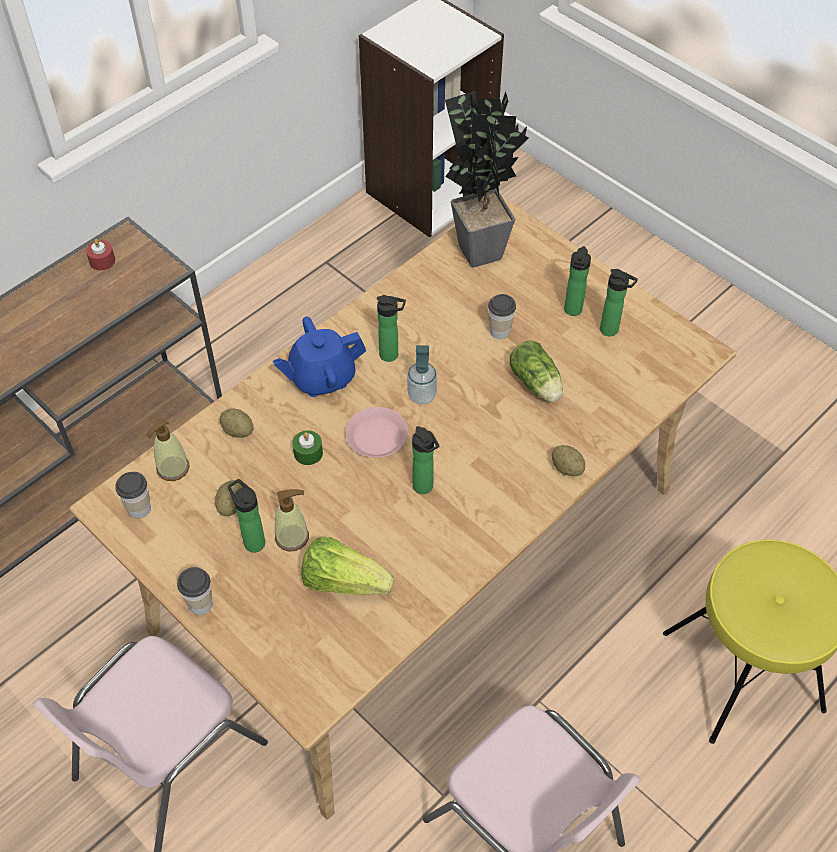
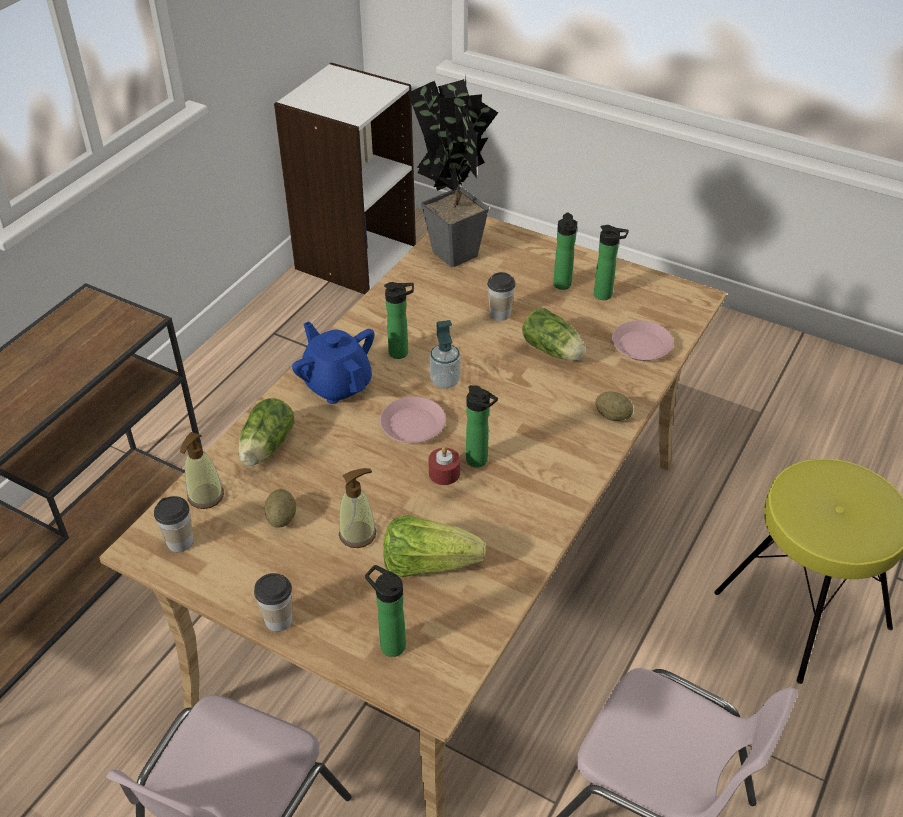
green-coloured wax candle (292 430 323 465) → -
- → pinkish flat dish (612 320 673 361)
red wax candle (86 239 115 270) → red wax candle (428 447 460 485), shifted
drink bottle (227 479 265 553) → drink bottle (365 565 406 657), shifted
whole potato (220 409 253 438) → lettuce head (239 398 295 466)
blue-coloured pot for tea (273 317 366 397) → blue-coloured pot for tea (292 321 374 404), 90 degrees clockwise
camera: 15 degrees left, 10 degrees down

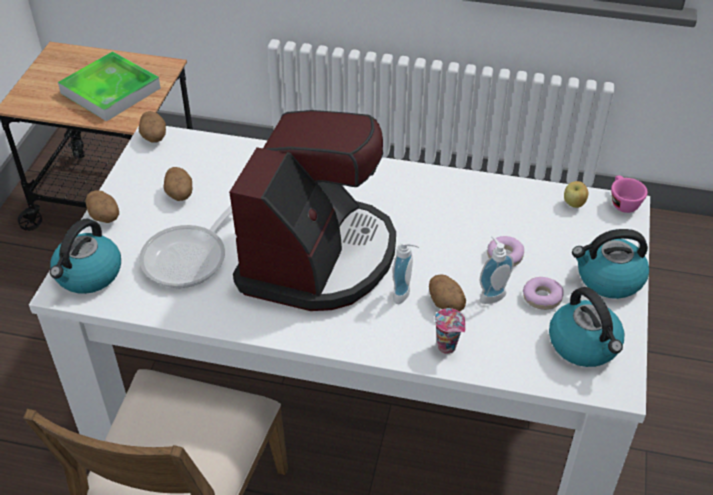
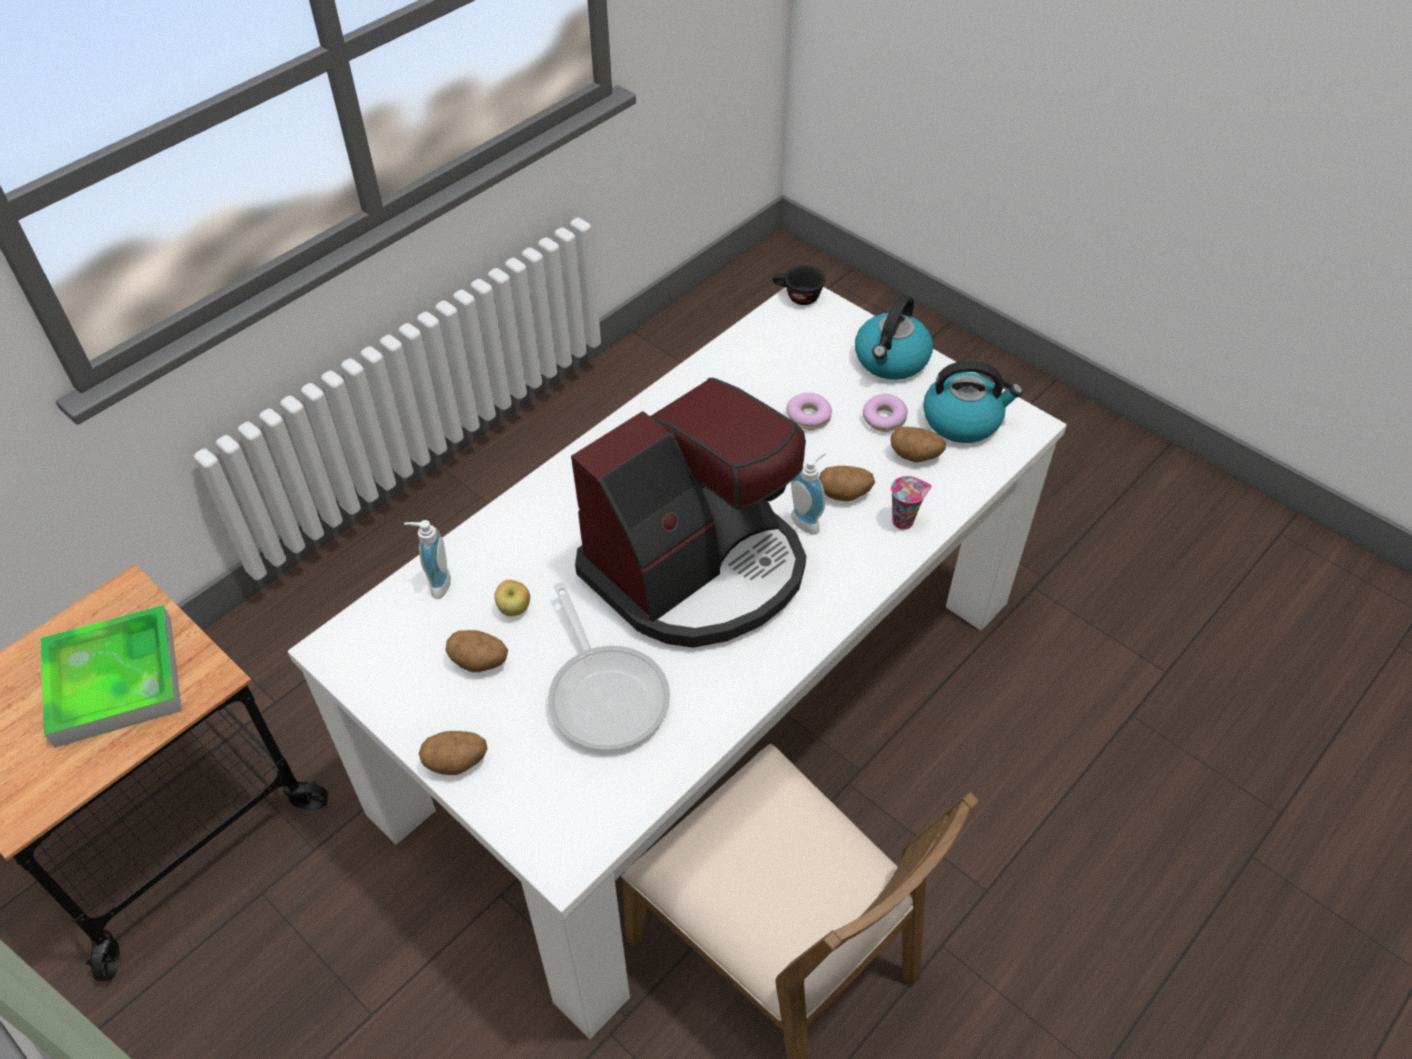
kettle (50 219 121 294) → -
whole potato (139 111 166 143) → whole potato (891 427 946 462), shifted
soap bottle (480 235 514 304) → soap bottle (404 520 451 599), shifted
apple (564 181 589 208) → apple (494 580 530 616), shifted
pinkish drinking cup (611 175 648 213) → blackish drinking cup (773 265 825 305)
coffee machine (229 110 396 311) → coffee machine (571 378 806 648), 90 degrees clockwise
camera: 60 degrees left, 5 degrees up

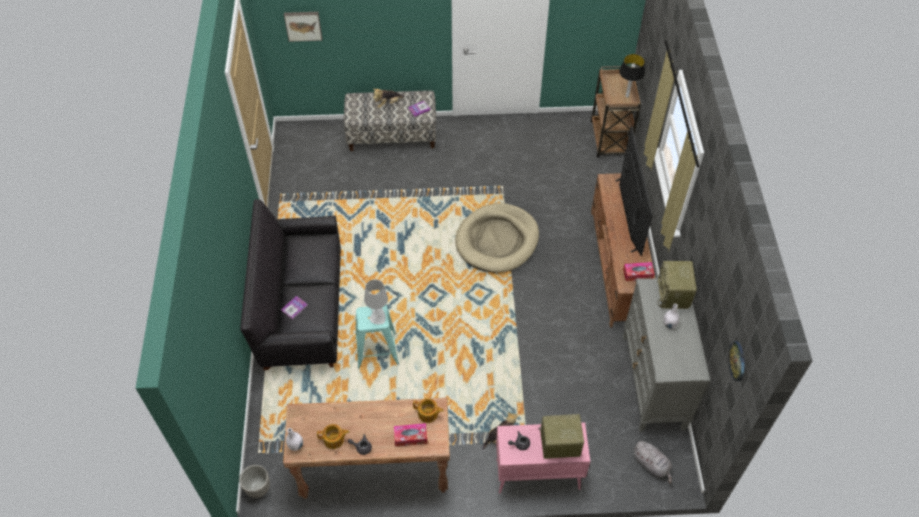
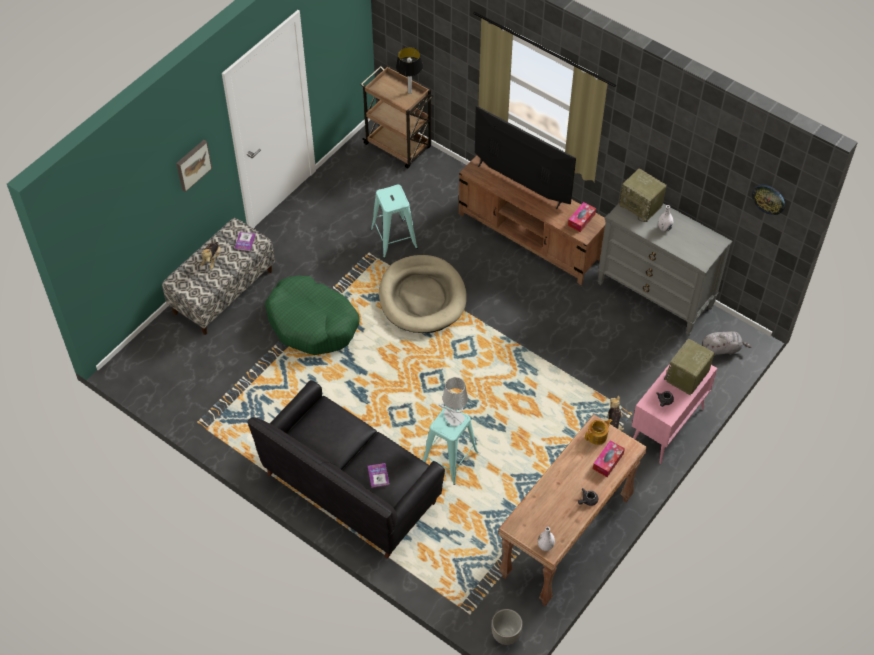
pot for tea (317 424 349 449) → -
- → green-coloured dog cushion (265 276 360 355)
- → blue-green sitting stool (371 185 418 258)
picture (284 12 322 42) → picture (176 140 212 192), shifted
camera: 50 degrees left, 0 degrees up

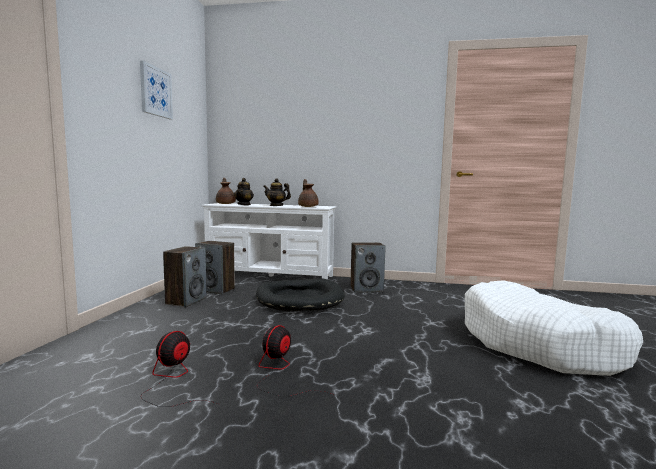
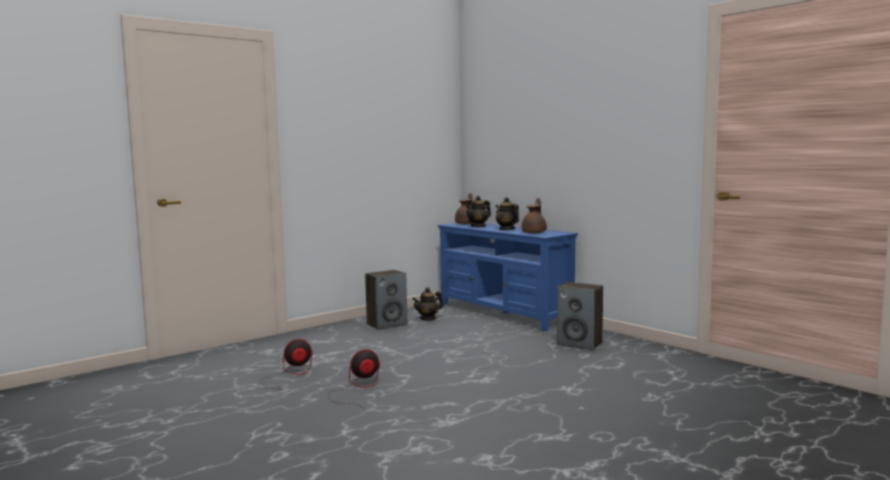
picture (140 61 173 119) → -
blackish dog cushion (256 278 345 311) → -
whitish dog cushion (465 280 643 376) → -
audio speaker (195 241 235 294) → pot for tea (412 287 444 321)
whitish media console (201 203 336 280) → blue-coloured media console (438 223 578 331)
camera: 40 degrees right, 0 degrees up

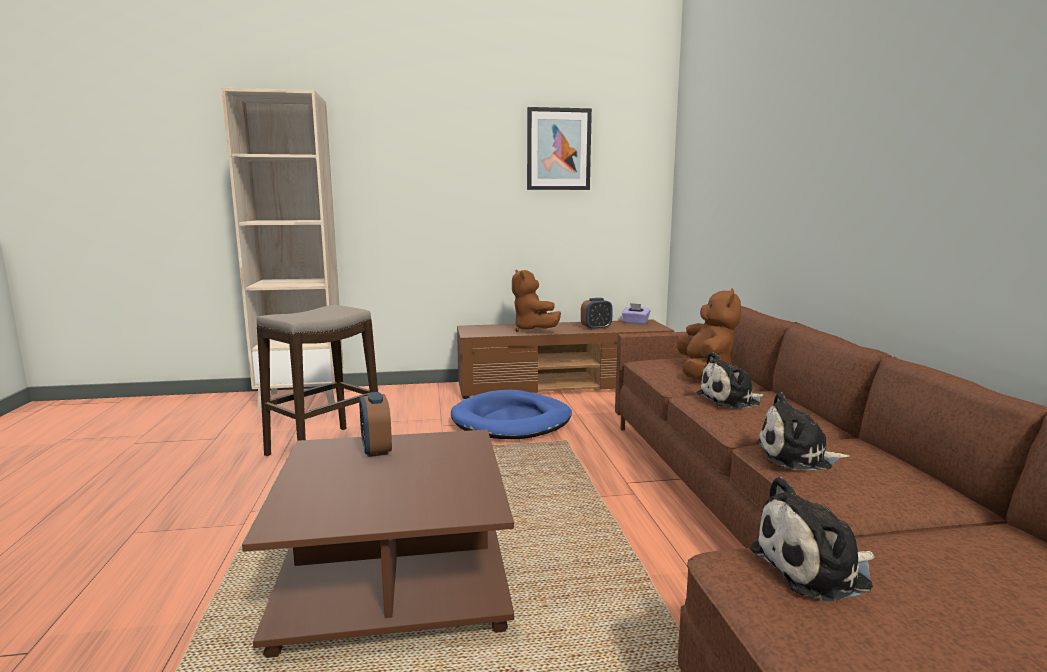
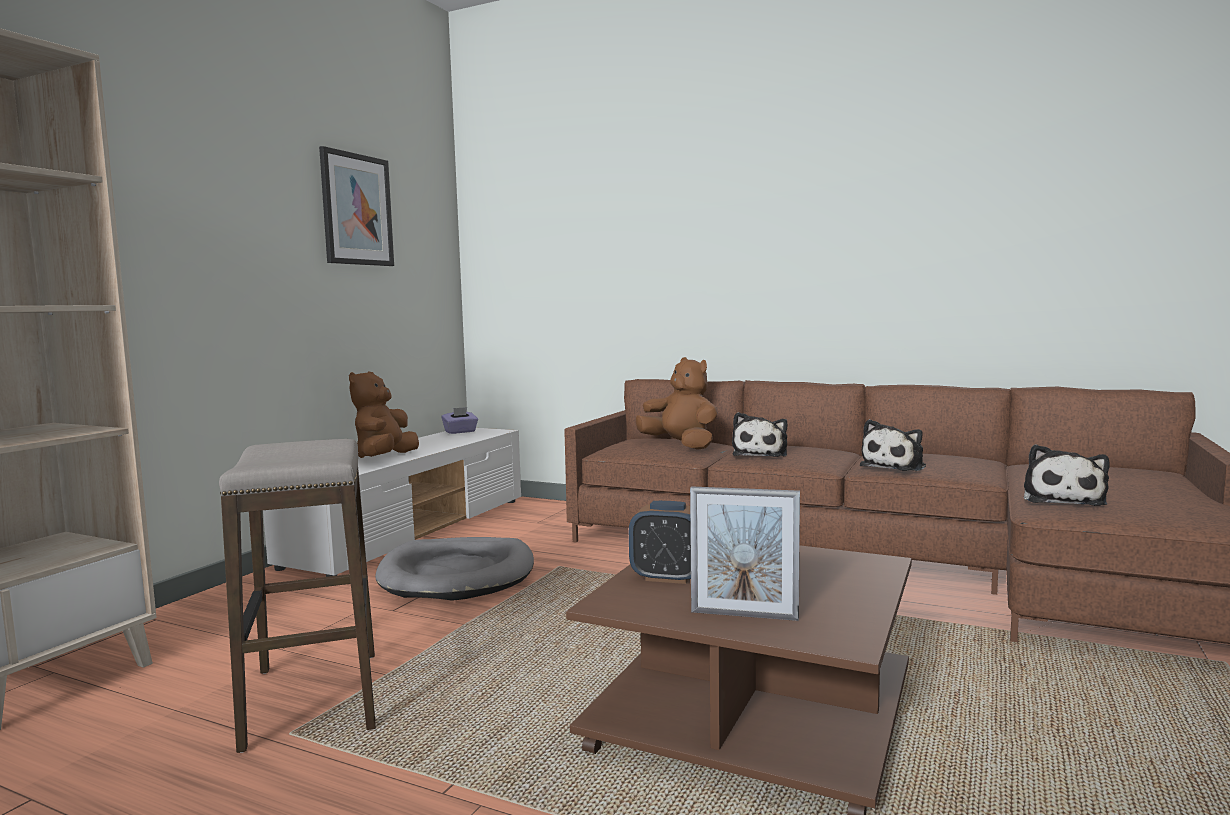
alarm clock (581 298 613 330) → -
- → standing frame (690 486 800 621)
blue-coloured dog cushion (451 390 572 439) → grey dog cushion (375 537 534 601)
brown-coloured media console (457 320 674 399) → whitish media console (263 428 521 577)
brown-coloured cuddly toy (512 270 561 332) → brown-coloured cuddly toy (349 372 419 458), 90 degrees clockwise
camera: 55 degrees left, 5 degrees down

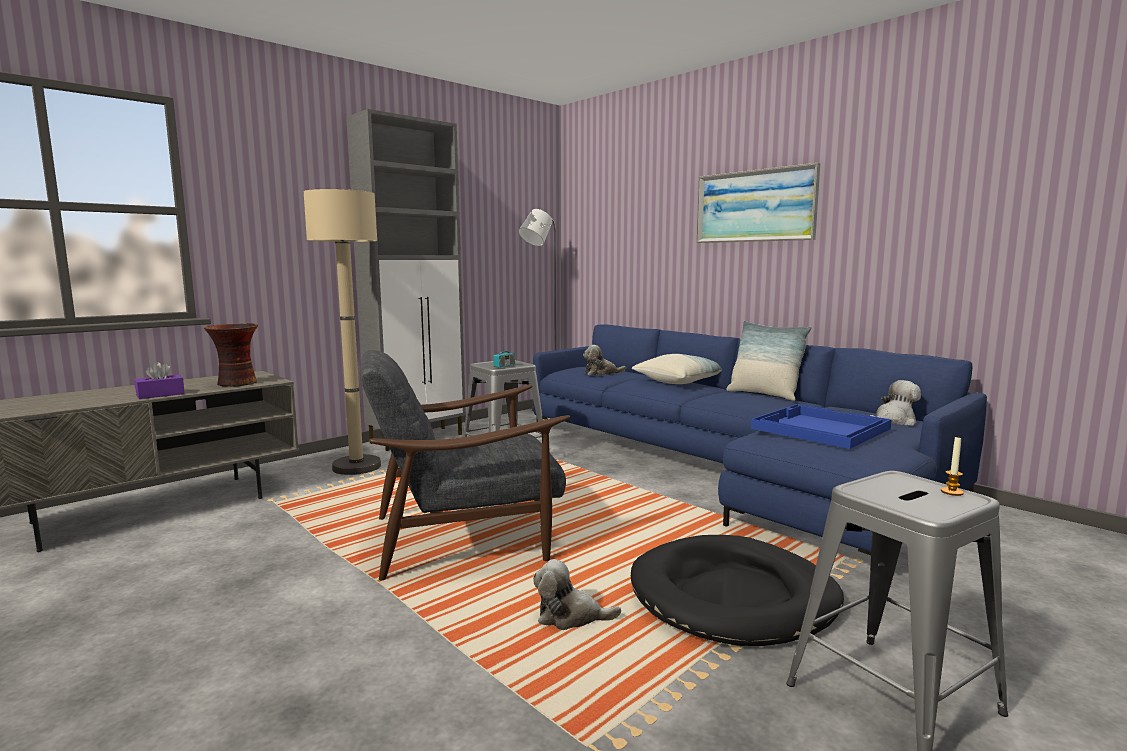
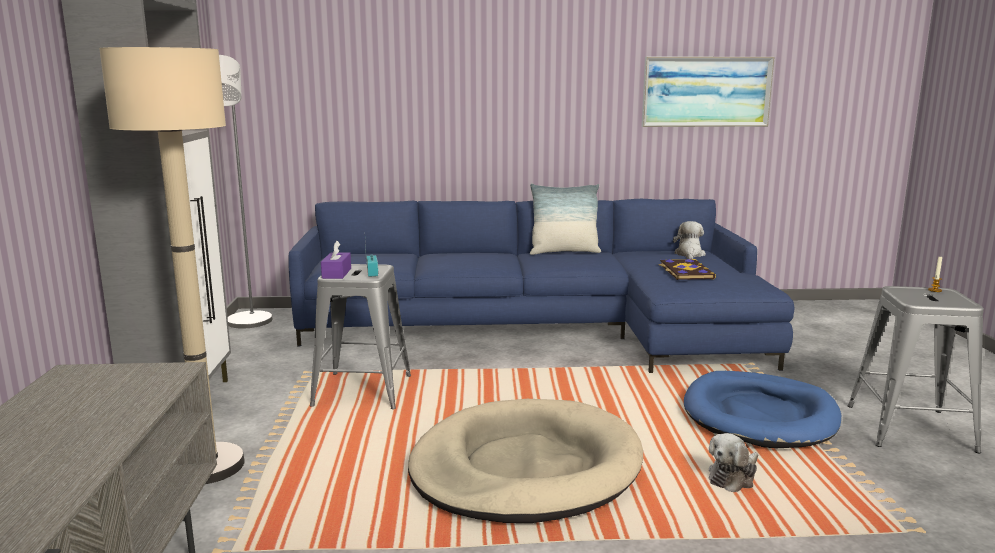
vase (204 323 258 387) → -
cuddly toy (583 345 626 375) → -
throw pillow (632 354 722 384) → -
purple-coloured tissue holder (134 362 185 399) → purple-coloured tissue holder (321 241 351 279), shifted
picture (697 163 820 243) → picture (642 57 775 127), shifted
grey armchair (359 350 570 580) → sand-coloured dog cushion (408 399 643 523)
blue-coloured serving tray (751 404 892 449) → volume (659 259 716 280)
blackish dog cushion (631 535 844 646) → blue-coloured dog cushion (684 371 841 448)
camera: 50 degrees left, 5 degrees up

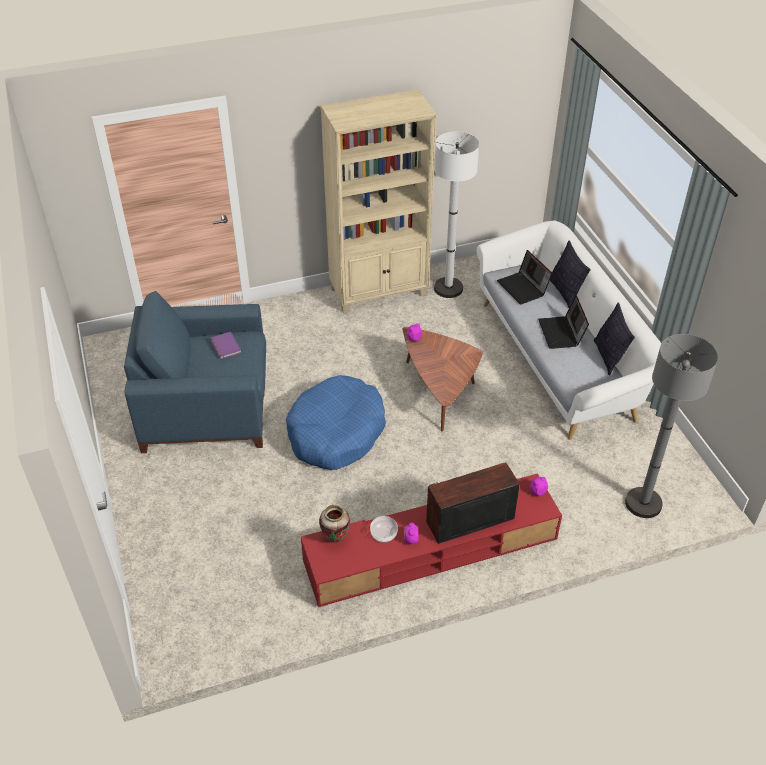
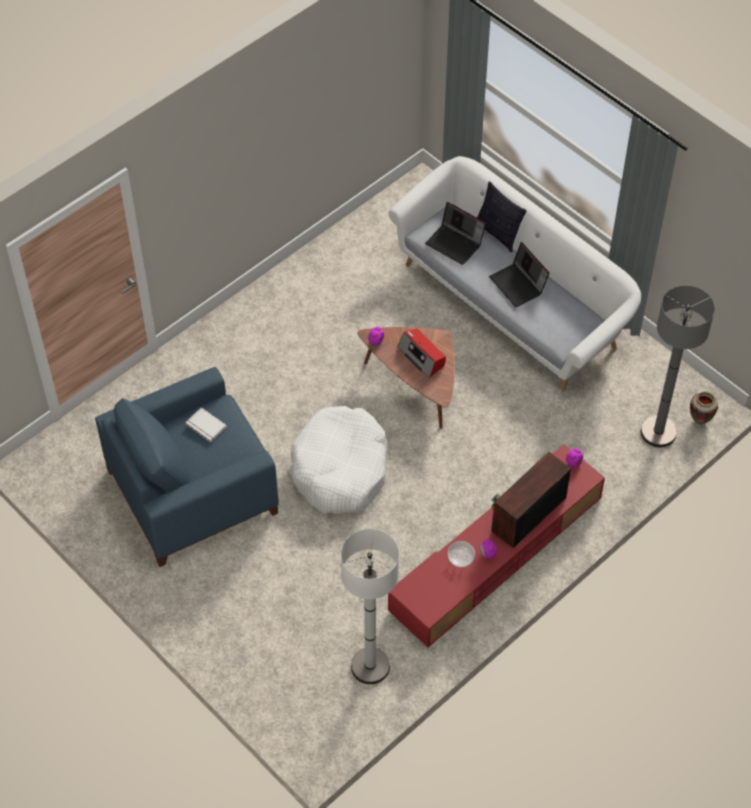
sand-coloured bookcase (320 89 437 313) → -
throw pillow (594 303 635 375) → -
- → radio set (397 328 446 378)
vase (319 505 350 542) → vase (690 391 718 424), shifted
whitish floor lamp (434 131 479 298) → whitish floor lamp (341 529 399 684), shifted
purple-coloured volume (211 332 242 359) → whitish volume (185 407 227 442)
blue-coloured dog cushion (286 375 386 470) → whitish dog cushion (291 406 387 514)
camera: 25 degrees left, 10 degrees up

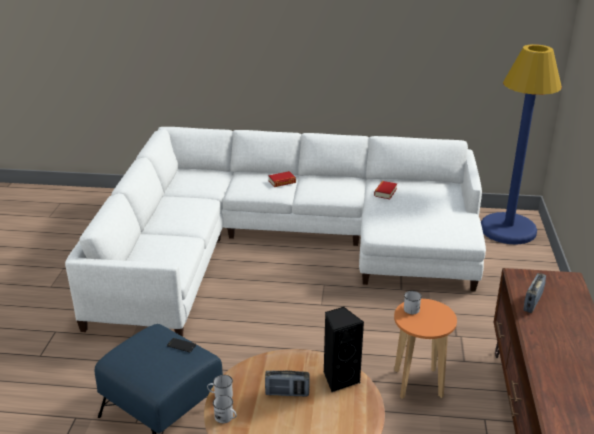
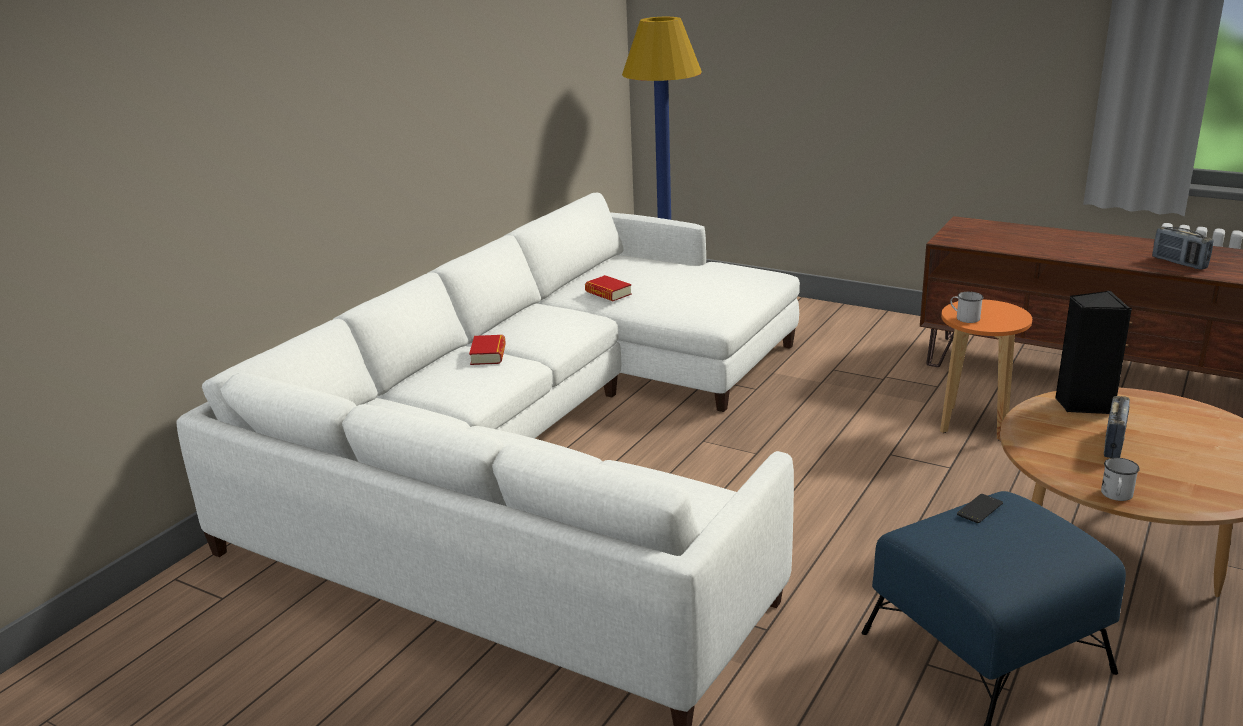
whitish tea mug (213 395 237 423) → -
radio set (523 273 546 313) → radio set (1152 227 1213 270), shifted
camera: 65 degrees left, 5 degrees down

